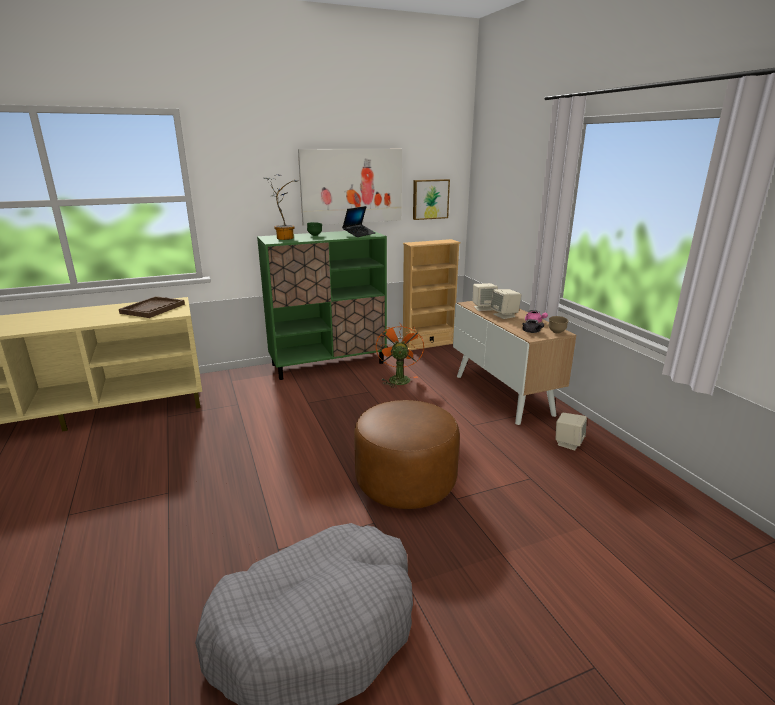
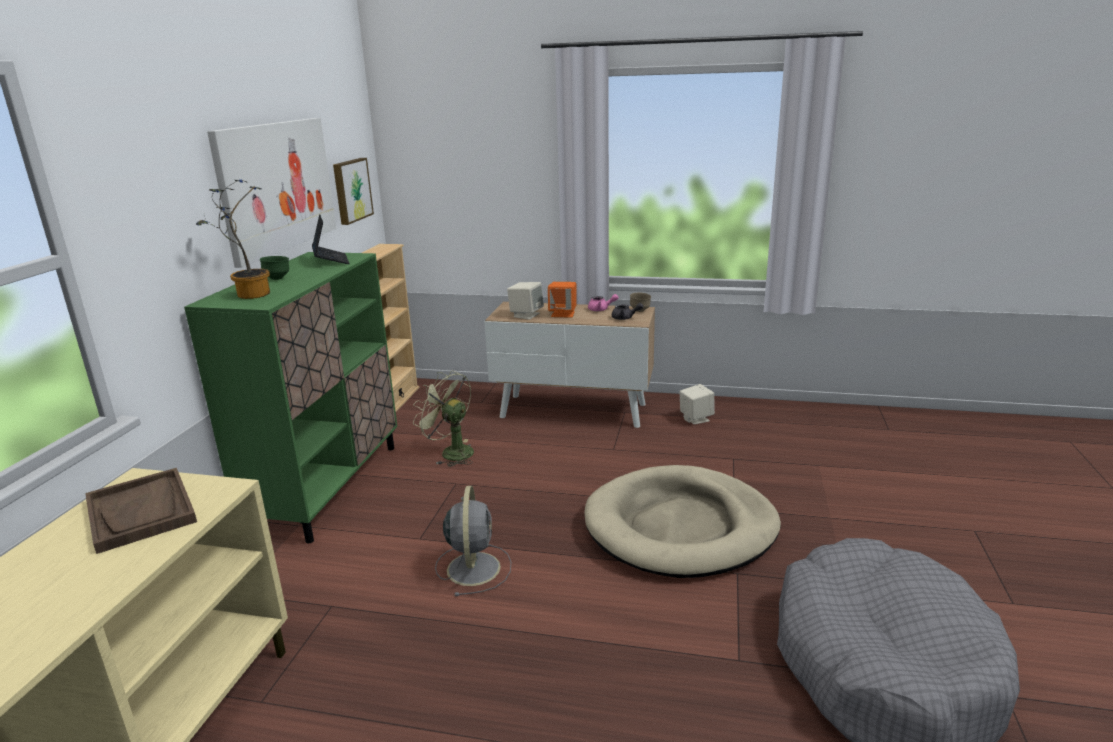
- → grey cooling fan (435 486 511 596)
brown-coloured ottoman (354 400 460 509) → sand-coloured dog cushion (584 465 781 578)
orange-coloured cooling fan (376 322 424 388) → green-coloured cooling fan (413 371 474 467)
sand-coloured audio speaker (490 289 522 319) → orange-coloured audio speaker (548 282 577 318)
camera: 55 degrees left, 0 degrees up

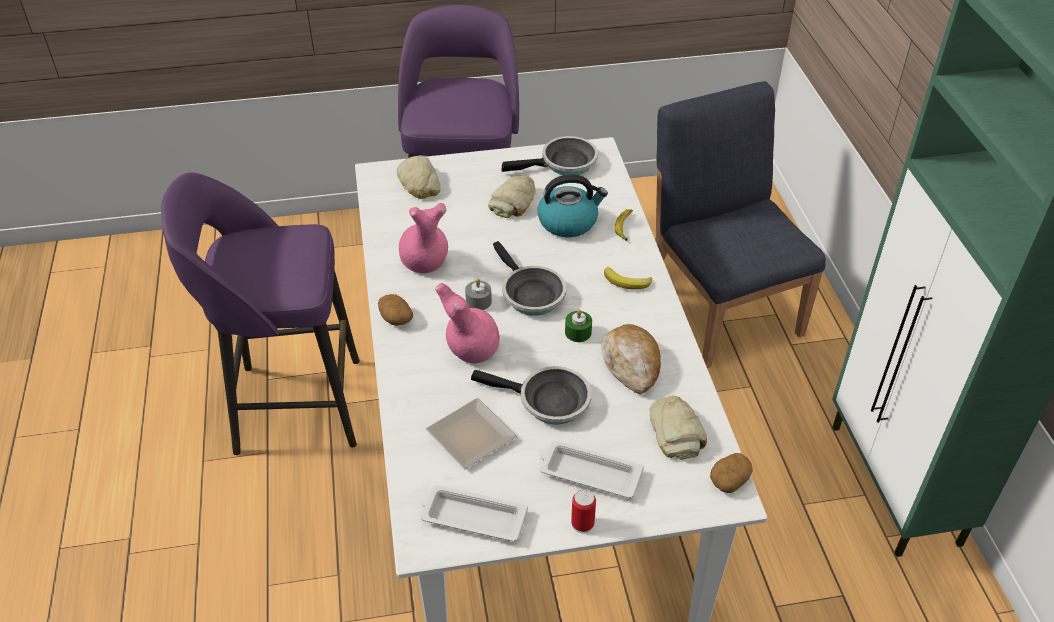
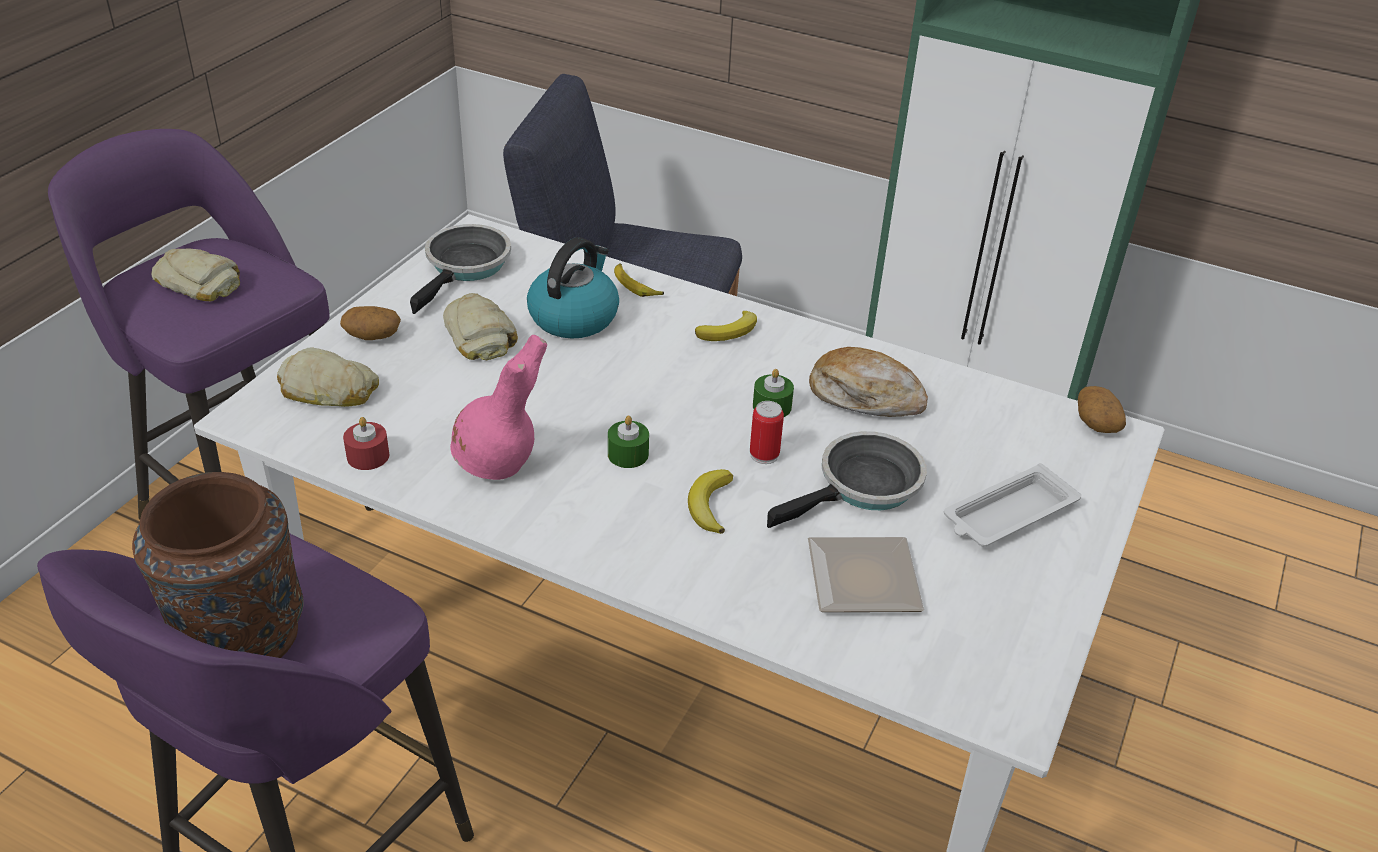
whitish serving tray (421 485 528 542) → -
pan (493 241 566 316) → -
- → brown-coloured vase (132 472 304 658)
- → red wax candle (343 417 389 470)
whole potato (378 294 413 326) → whole potato (340 306 401 340), shifted
can (571 489 596 533) → can (750 401 784 464), shifted
bakery bread (649 396 707 460) → bakery bread (151 249 240 301), shifted
pinkish vase (435 283 500 363) → banana fruit (688 469 733 534)
grey wax candle (465 279 492 310) → green-coloured wax candle (608 416 649 468)
camera: 55 degrees left, 5 degrees down

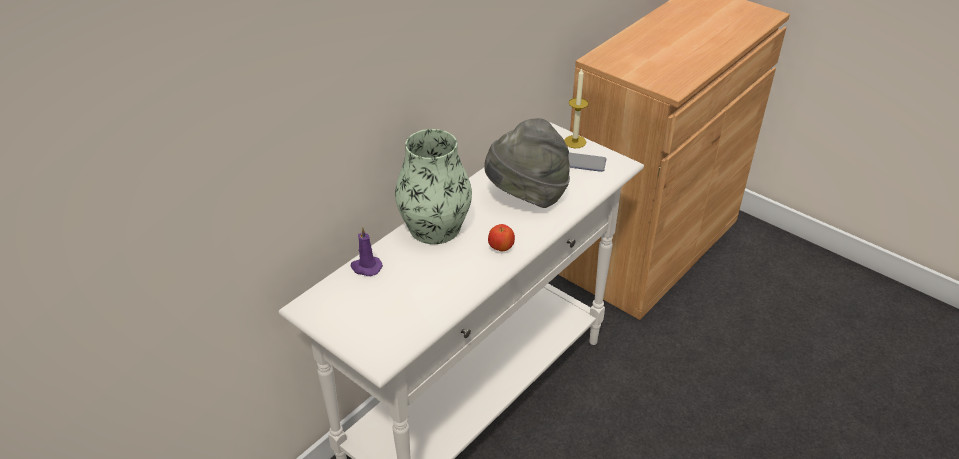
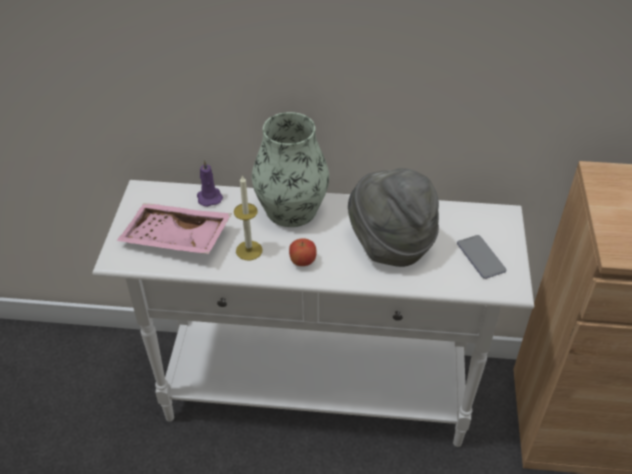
- → pinkish serving tray (117 203 232 254)
wax candle (564 68 588 148) → wax candle (234 175 263 260), shifted
camera: 55 degrees right, 5 degrees up

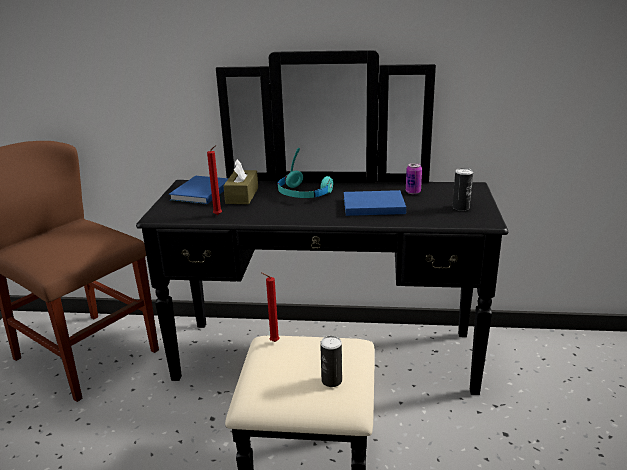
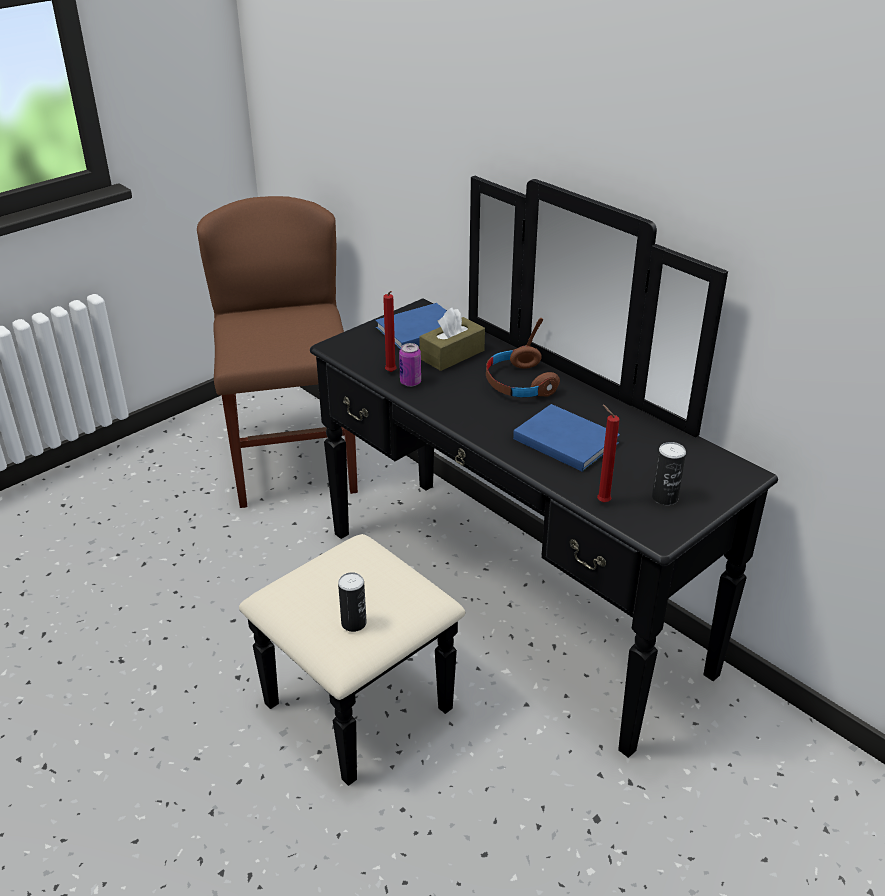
red wax candle (261 272 279 342) → red wax candle (597 405 620 502), shifted
can (406 163 422 194) → can (399 343 421 387), shifted
blue-green pair of headphones (278 148 333 198) → brown-coloured pair of headphones (486 318 560 397)
camera: 40 degrees right, 10 degrees up

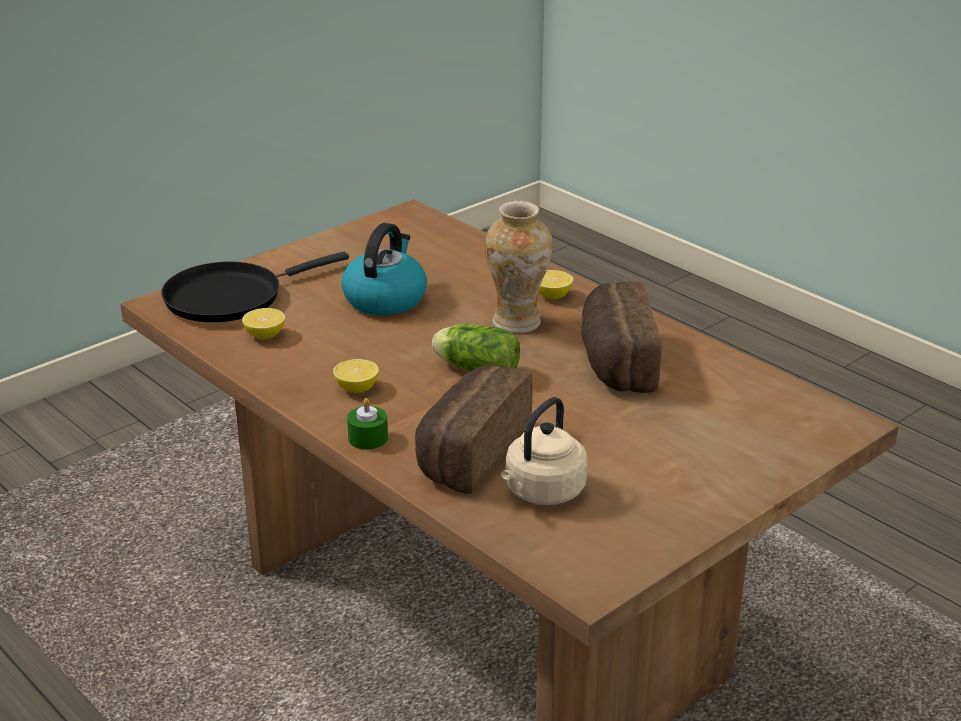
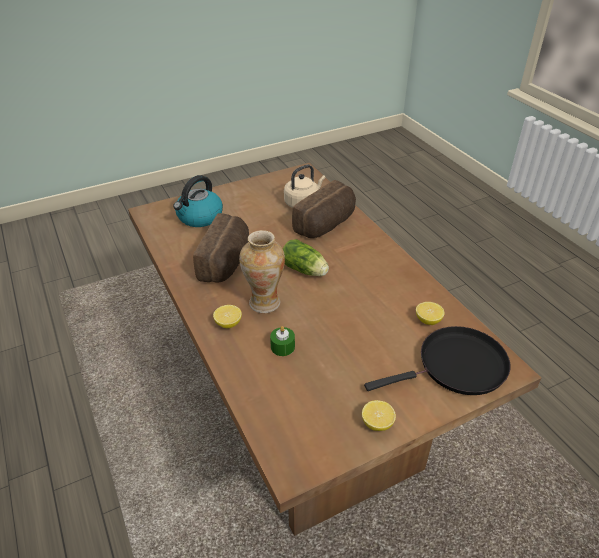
citrus fruit (333 359 379 393) → citrus fruit (362 400 396 431), shifted
kettle (342 223 427 316) → kettle (173 175 223 227), shifted
green-coloured wax candle (347 398 388 450) → green-coloured wax candle (270 326 295 356), shifted
camera: 165 degrees left, 10 degrees up

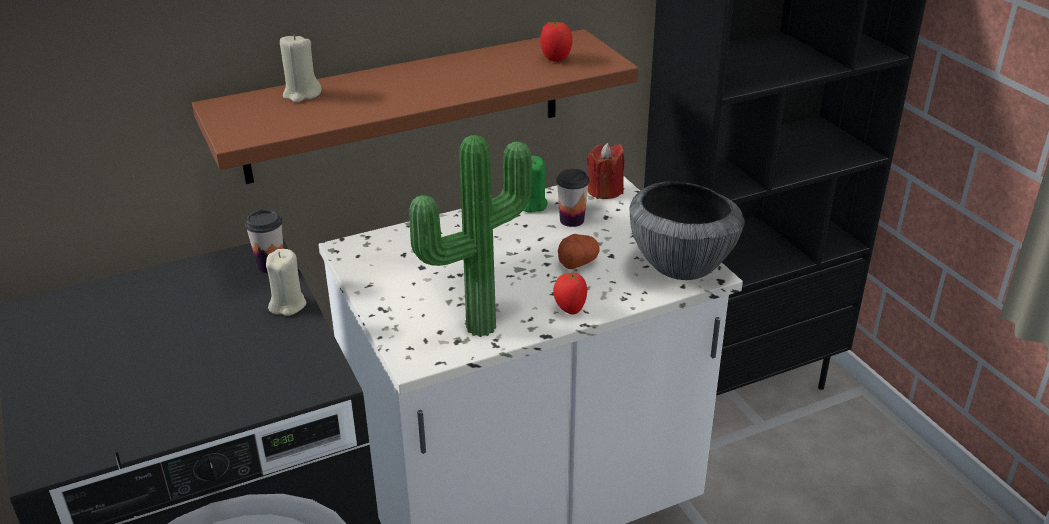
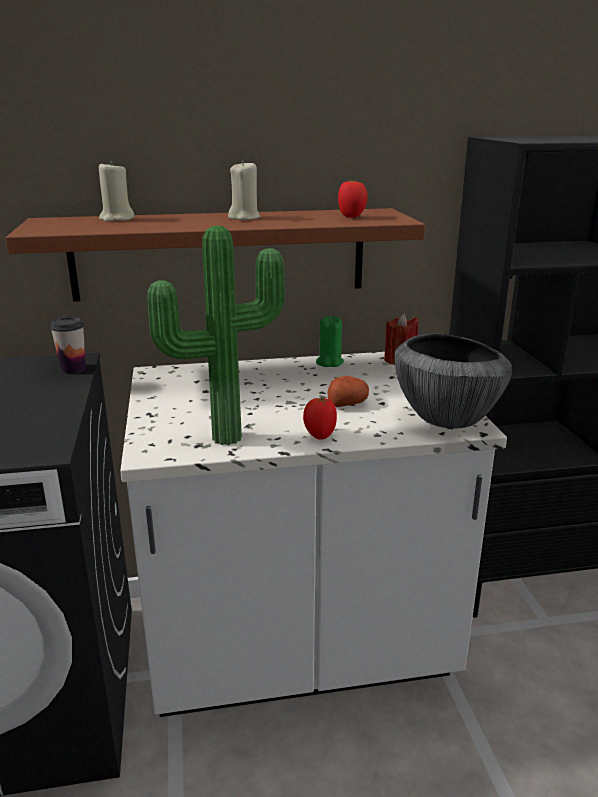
drinking cup (556 169 589 227) → -
sand-coloured wax candle (266 249 307 316) → sand-coloured wax candle (228 160 260 220), shifted
camera: 15 degrees right, 10 degrees down

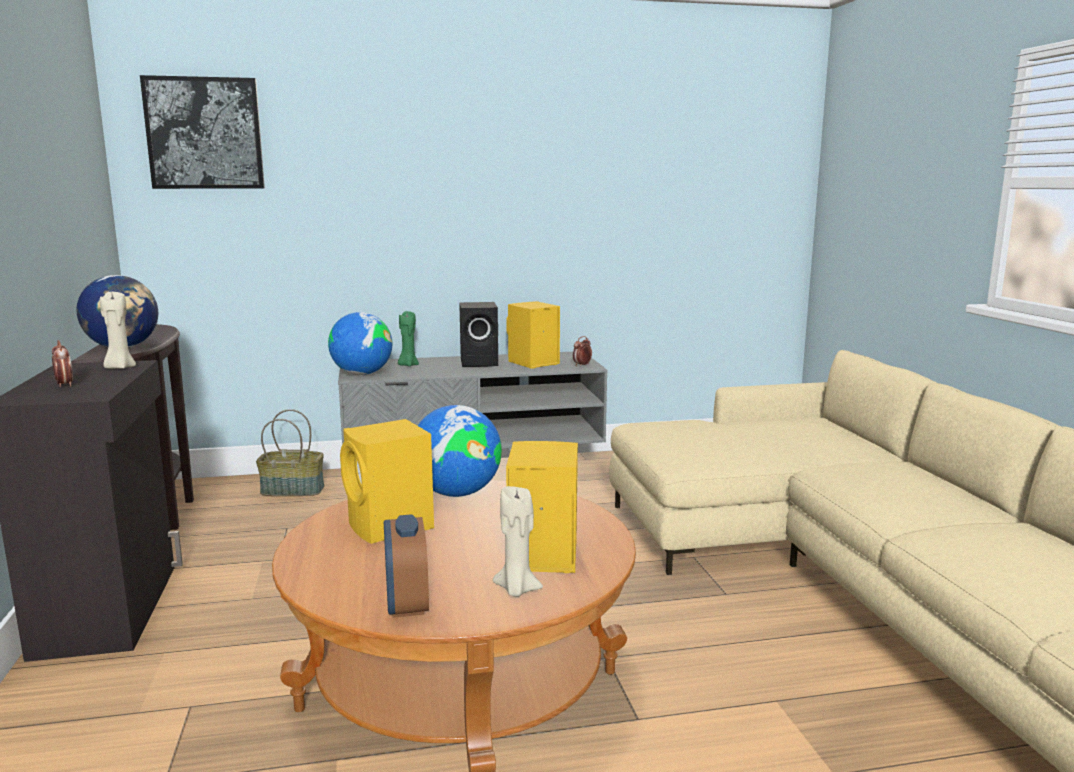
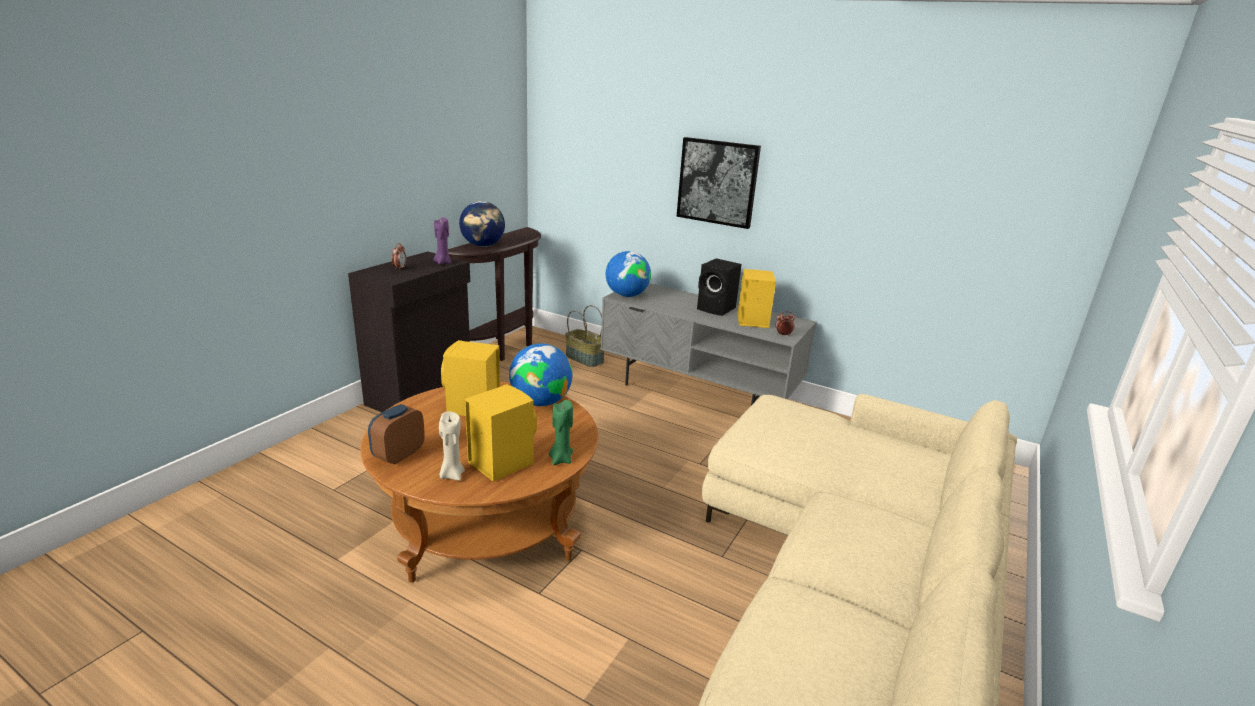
picture (140 75 265 189) → picture (676 137 761 229), shifted
green-coloured wax candle (398 311 419 366) → green-coloured wax candle (549 400 573 465), shifted
sand-coloured wax candle (100 290 136 369) → purple-coloured wax candle (433 217 451 264)
camera: 40 degrees right, 10 degrees up

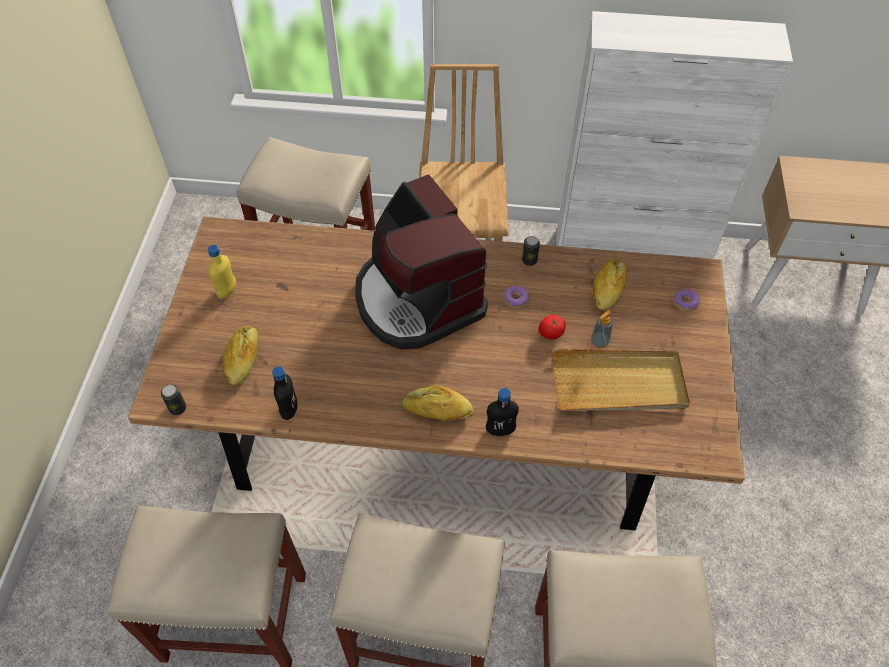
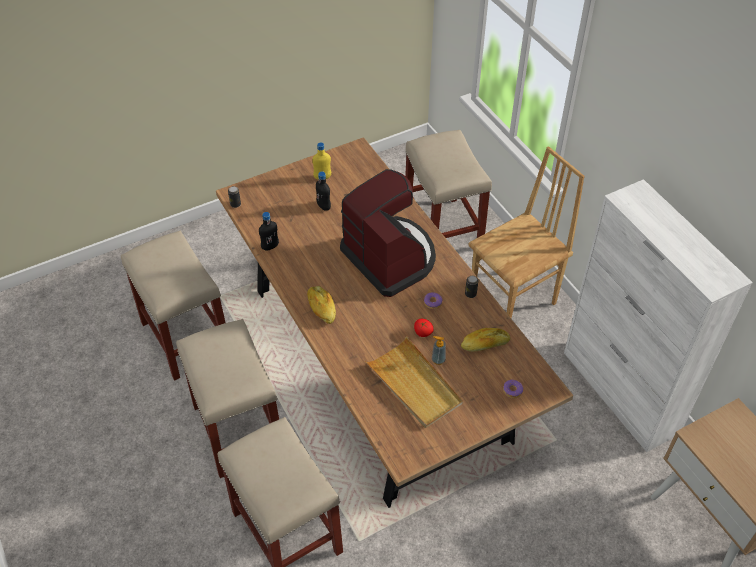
bakery bread (223 326 258 385) → -
blackish drink bottle (486 388 519 436) → blackish drink bottle (316 172 331 211), shifted
coffee machine (355 174 488 349) → coffee machine (340 169 436 297), 120 degrees clockwise
camera: 55 degrees right, 5 degrees down

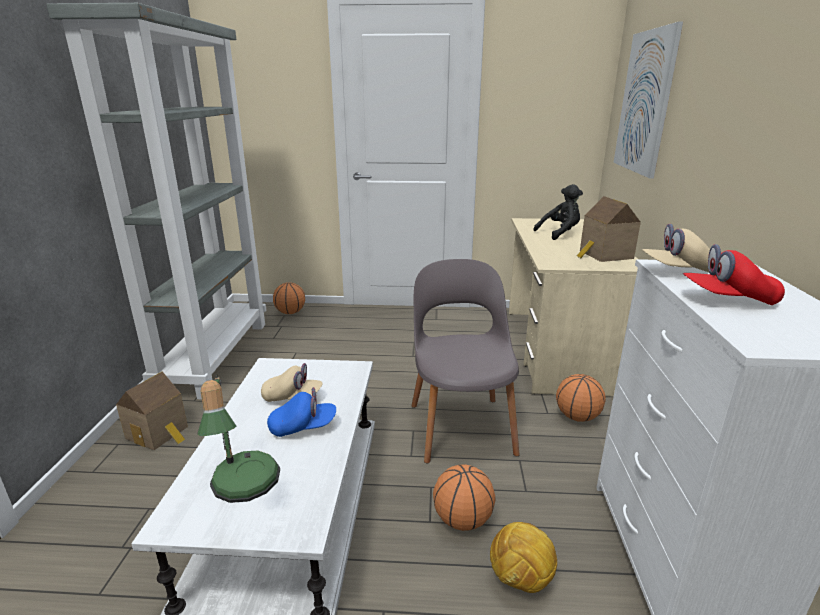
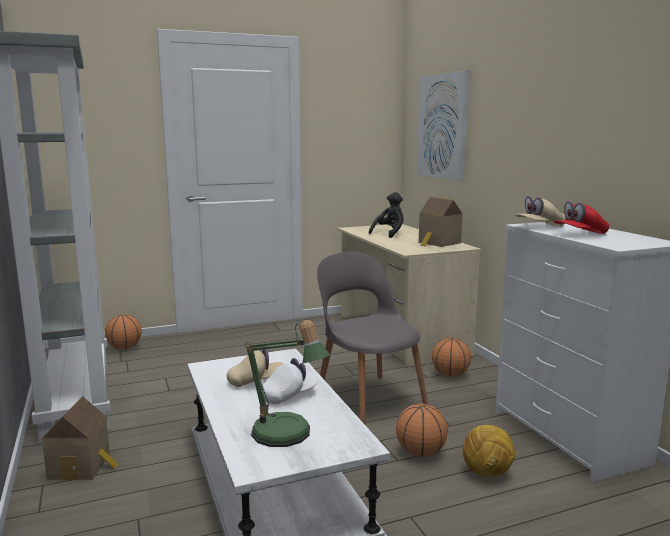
blue-coloured cap (267 387 336 437) → whitish cap (262 358 318 405)
camera: 25 degrees left, 10 degrees down

